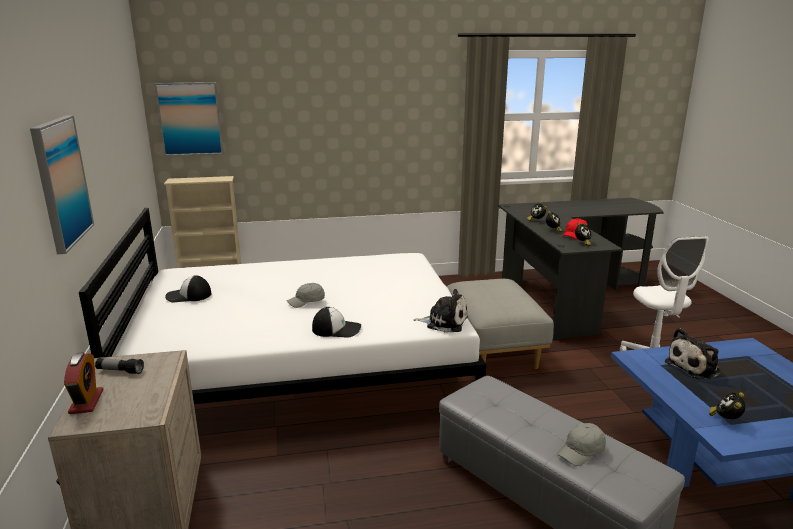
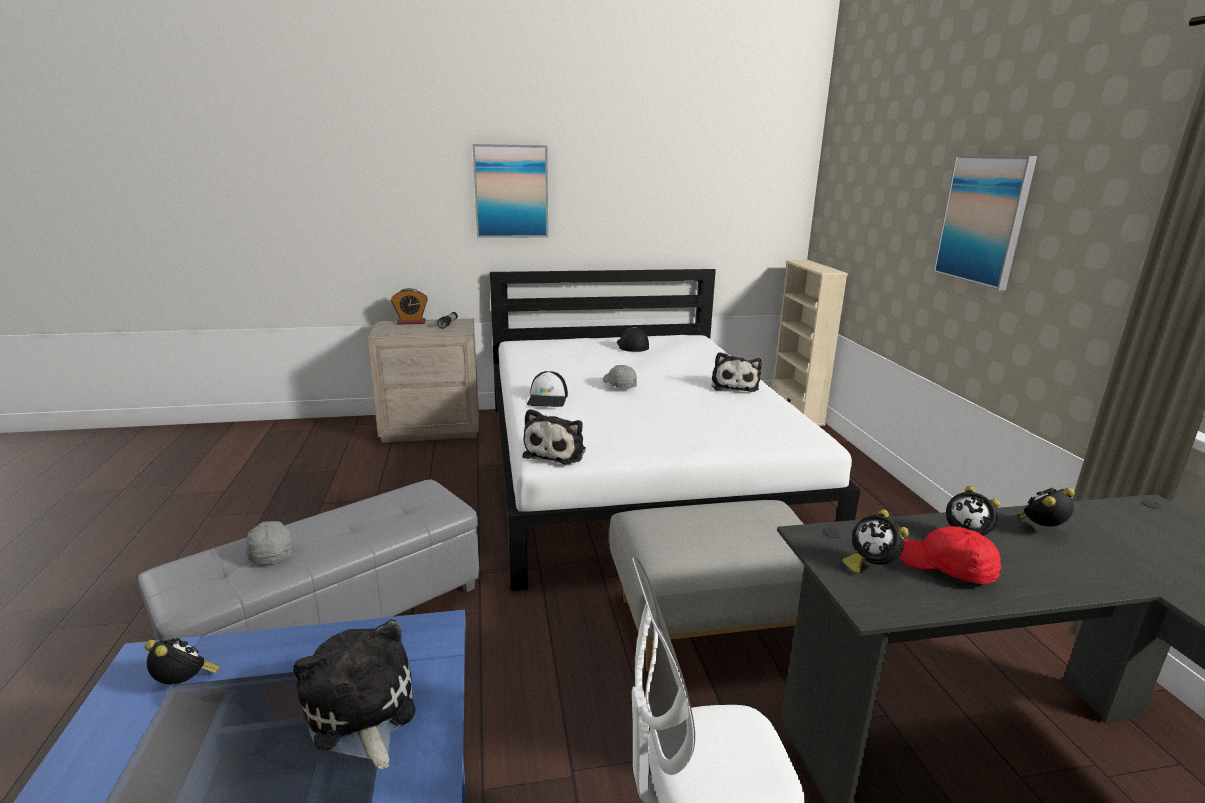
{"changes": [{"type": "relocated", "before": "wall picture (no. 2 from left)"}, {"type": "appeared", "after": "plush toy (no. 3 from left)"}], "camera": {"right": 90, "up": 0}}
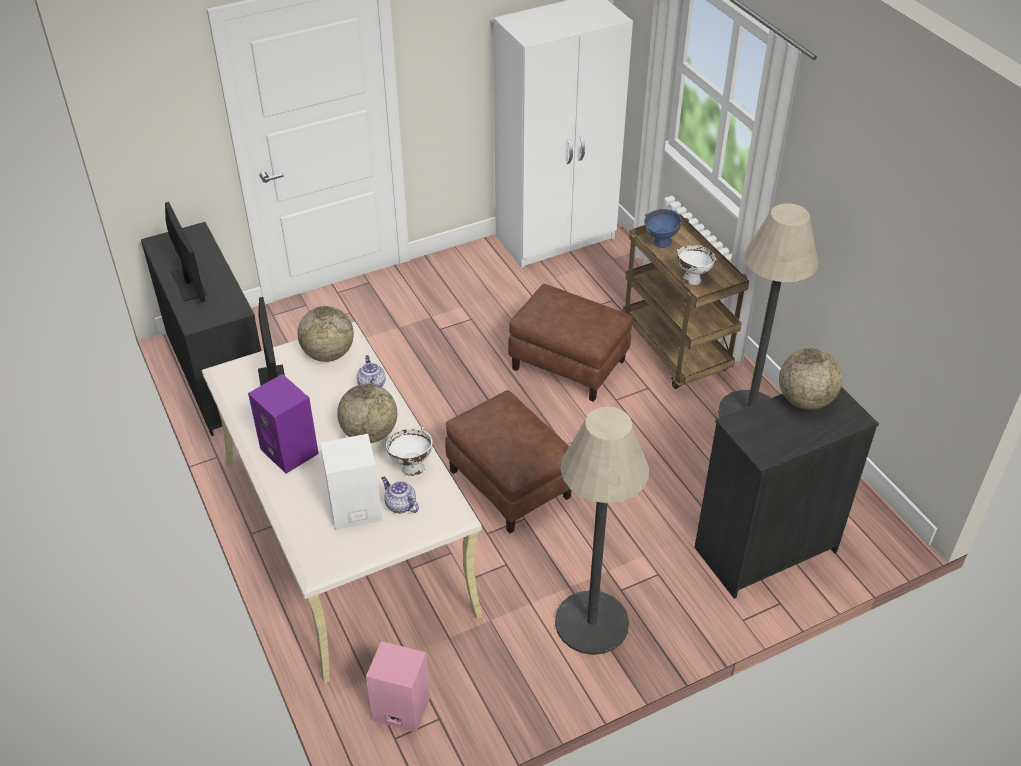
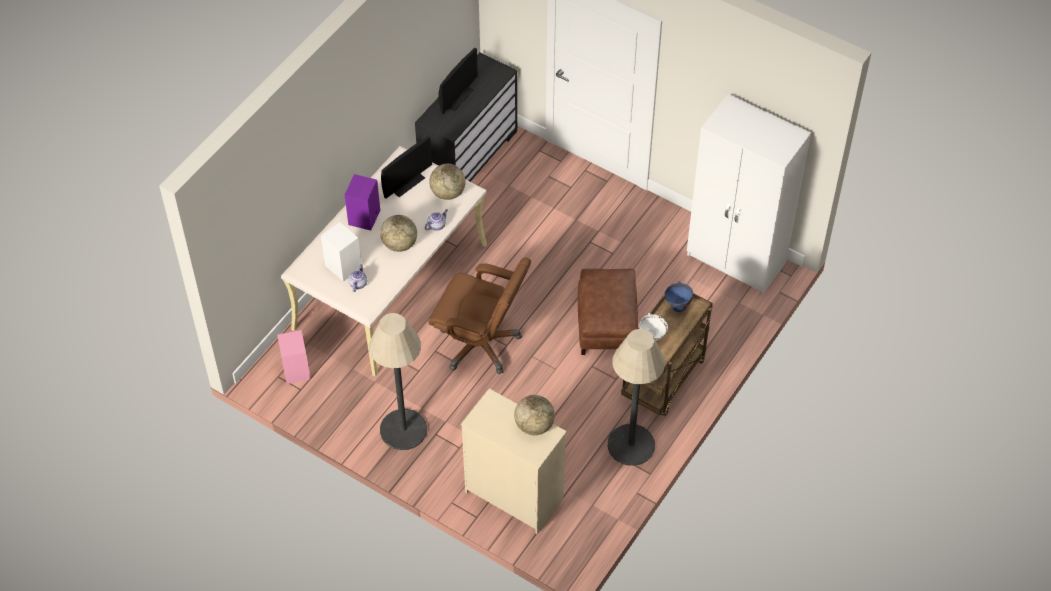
{"changes": [{"type": "missing", "before": "bowl in whitish (no. 1 from left)"}, {"type": "exchanged", "before": "pouffe in brown (no. 1 from left)", "after": "office chair in brown"}, {"type": "colour", "before": "dresser in blackish (no. 2 from left)", "after": "dresser in beige-coloured"}], "camera": {"right": 60, "up": 10}}
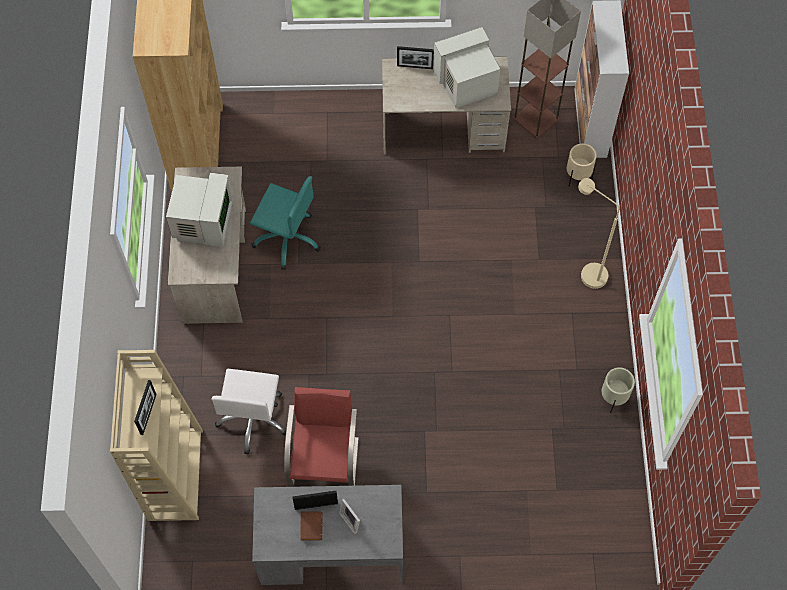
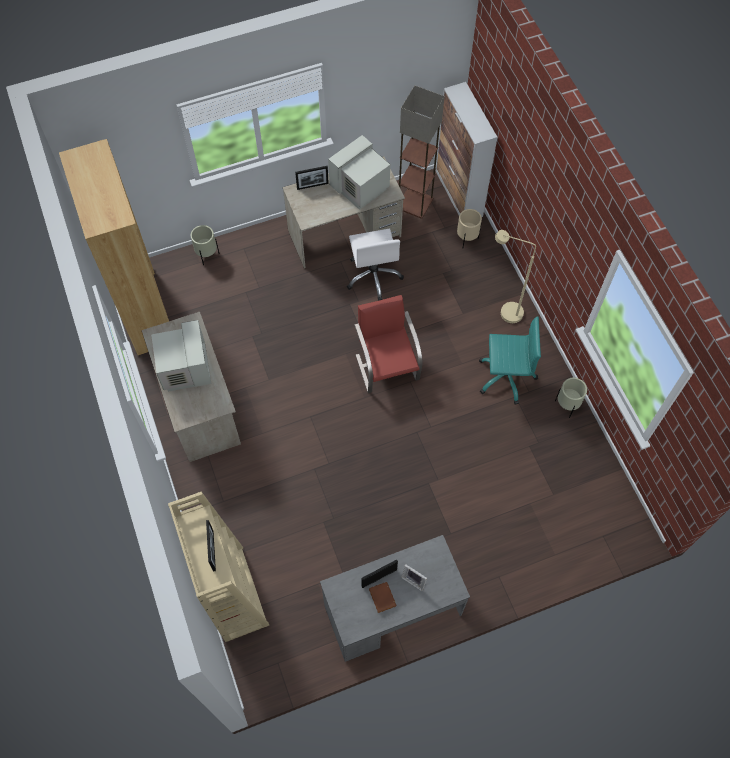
{"changes": [{"type": "relocated", "before": "office chair in whitish"}, {"type": "relocated", "before": "office chair in turquoise-coloured"}, {"type": "relocated", "before": "upright chair in red-coloured"}, {"type": "appeared", "after": "flower pot in beige-coloured (no. 1 from left)"}], "camera": {"right": -20, "up": 0}}
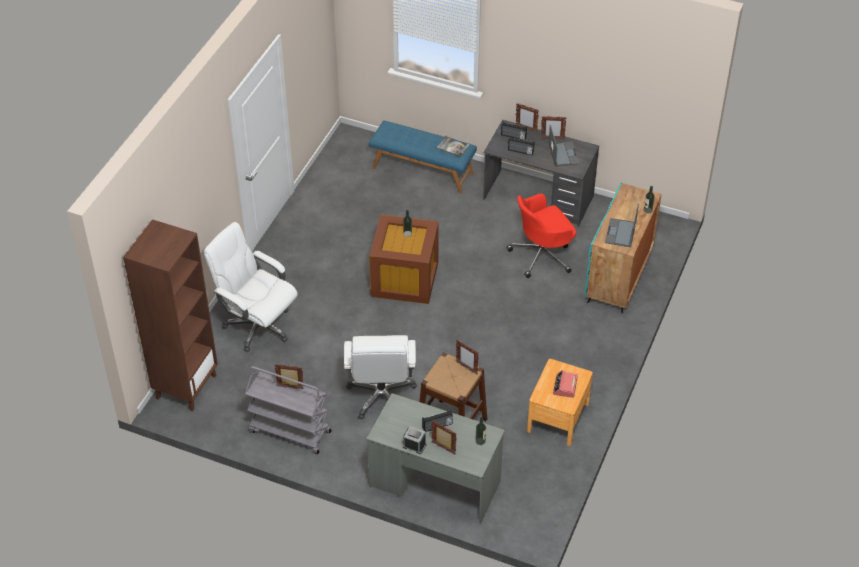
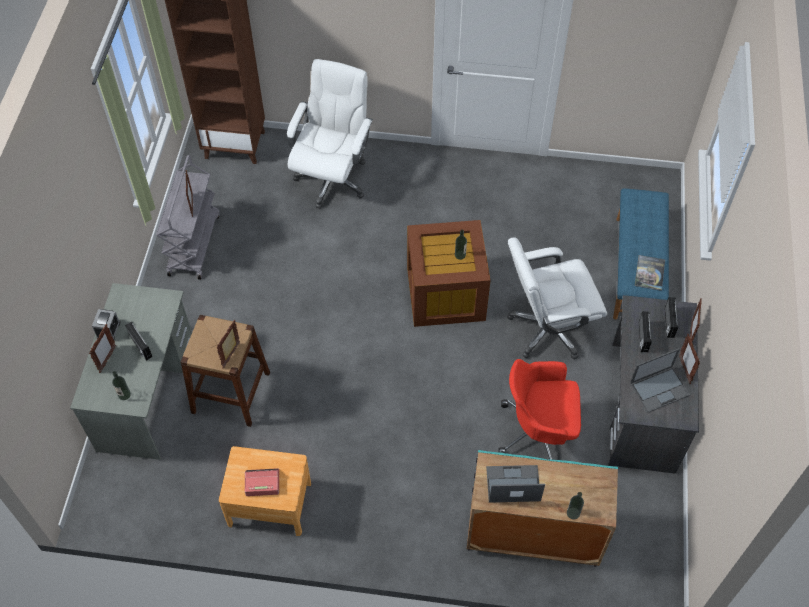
{"changes": [{"type": "relocated", "before": "office chair in whitish (no. 2 from left)"}, {"type": "spun", "before": "office chair in red-coloured", "turn": -45}], "camera": {"right": 75, "up": 10}}
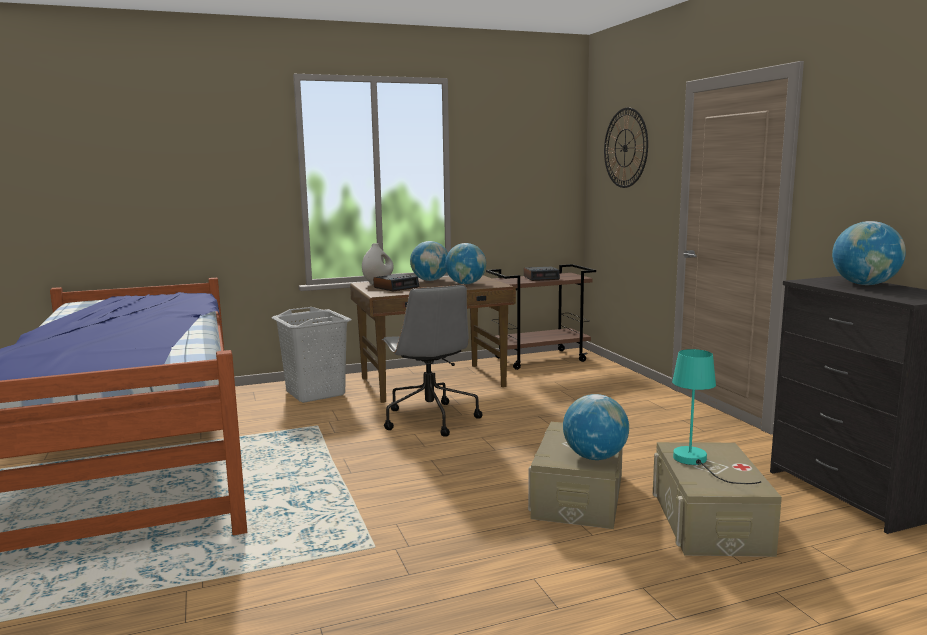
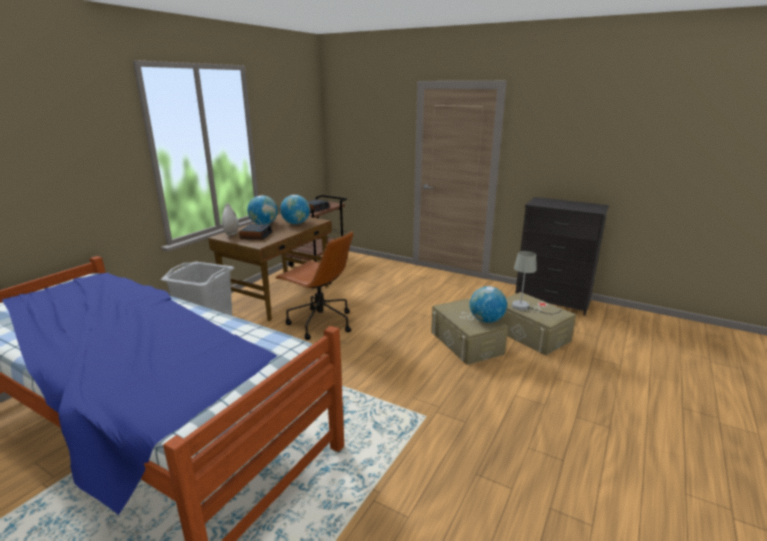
{"changes": [{"type": "colour", "before": "office chair in gray", "after": "office chair in brown"}, {"type": "missing", "before": "wall clock"}, {"type": "colour", "before": "tabletop lamp in turquoise-coloured", "after": "tabletop lamp in gray"}, {"type": "missing", "before": "globe (no. 4 from left)"}], "camera": {"right": -40, "up": 10}}
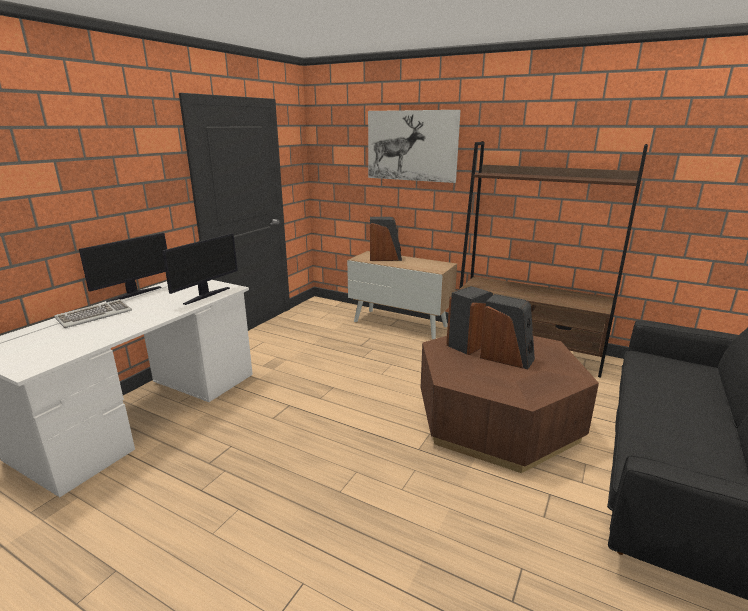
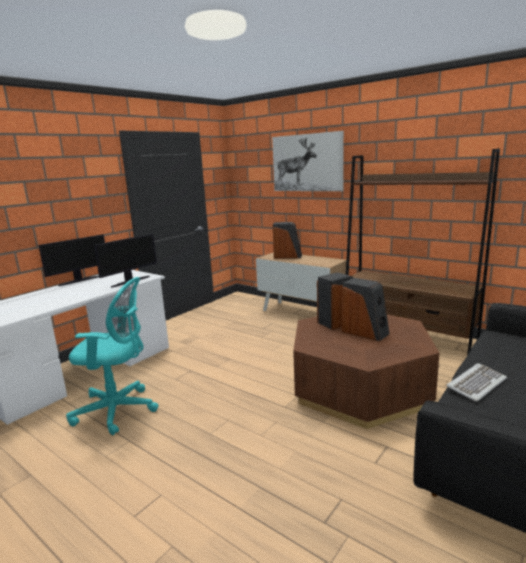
{"changes": [{"type": "relocated", "before": "computer keyboard"}, {"type": "appeared", "after": "office chair in turquoise-coloured"}], "camera": {"right": 10, "up": -5}}
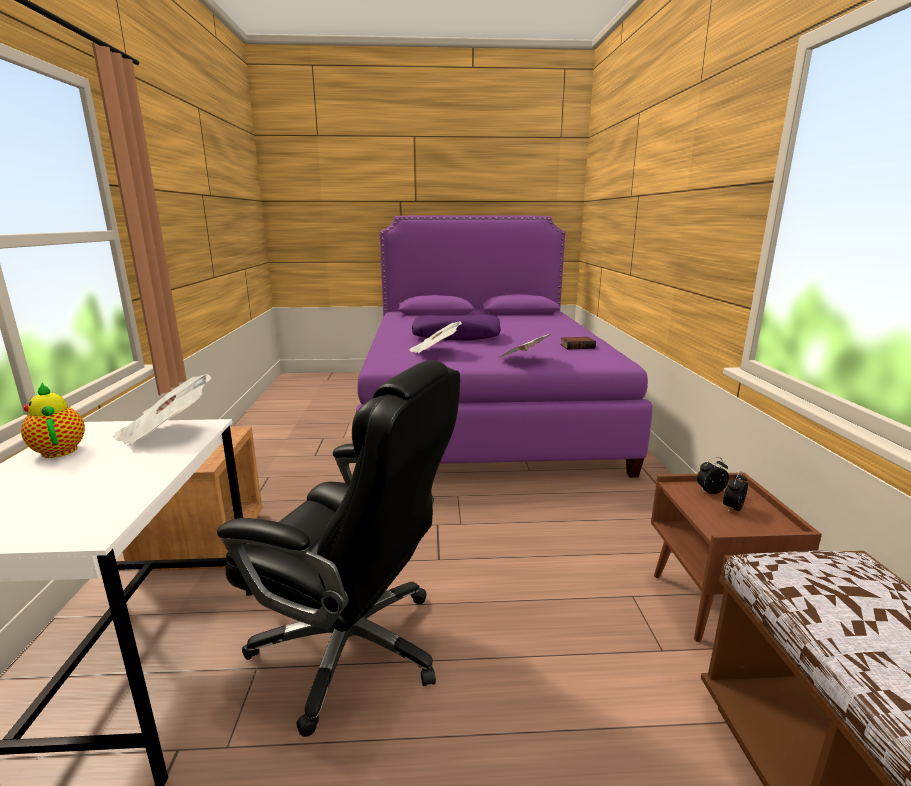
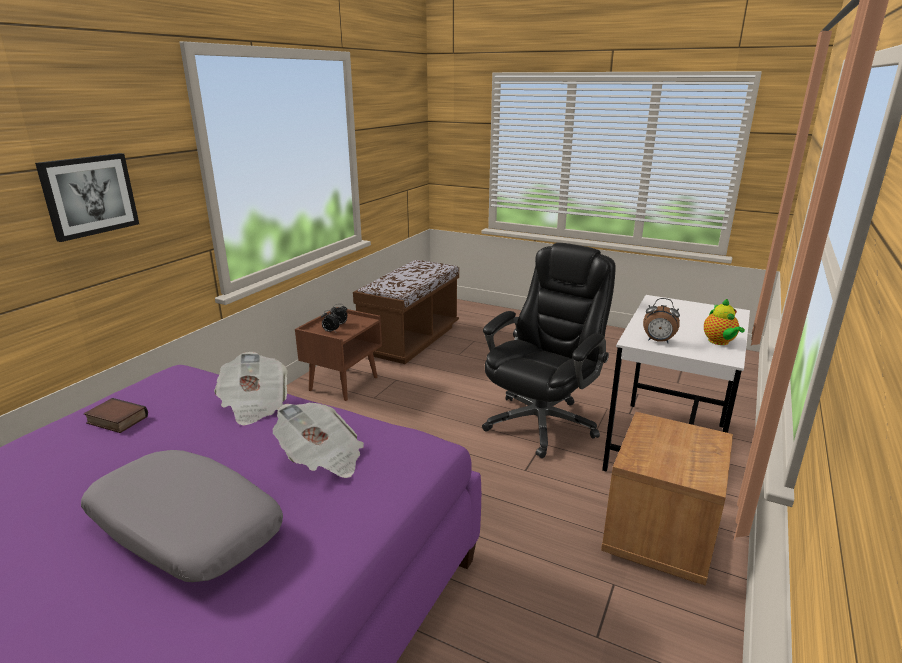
{"changes": [{"type": "exchanged", "before": "printed paper (no. 1 from left)", "after": "bedside clock (no. 3 from left)"}, {"type": "spun", "before": "office chair in blackish", "turn": 75}, {"type": "colour", "before": "pillow in purple-coloured", "after": "pillow in gray"}, {"type": "appeared", "after": "wall picture"}], "camera": {"right": -150, "up": 5}}
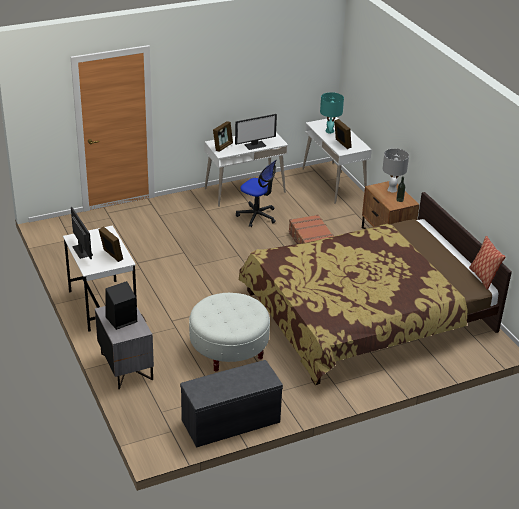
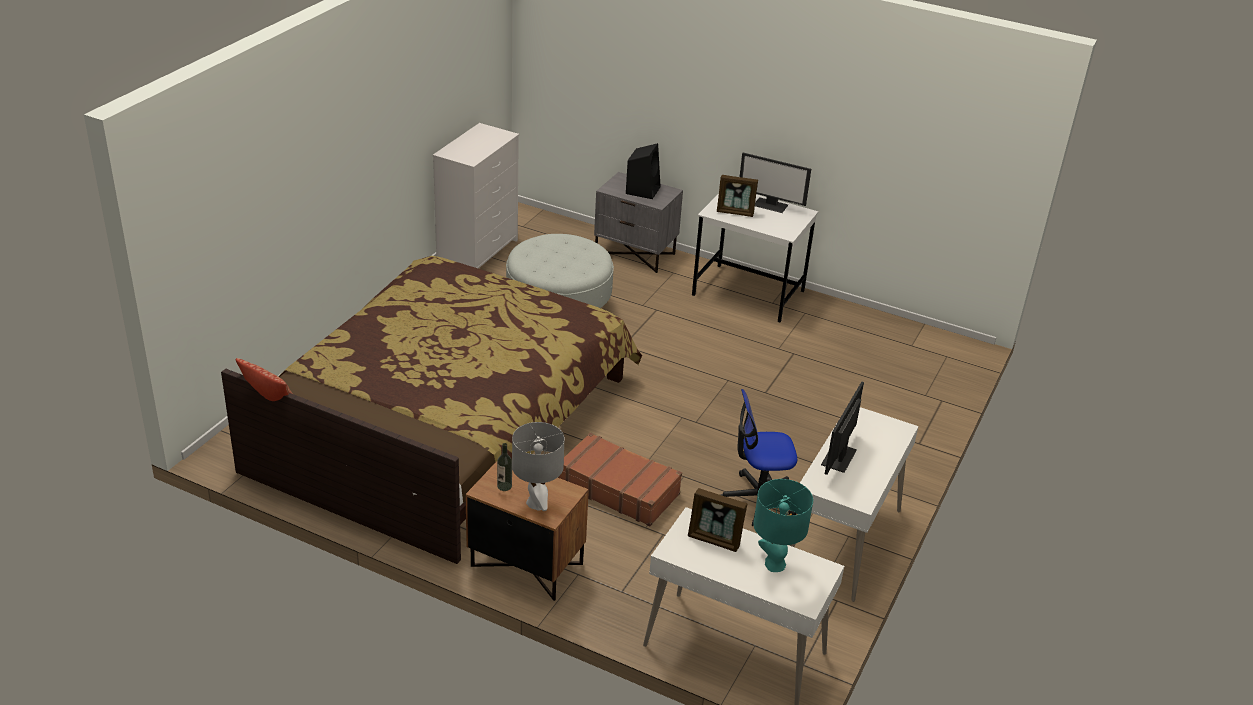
{"changes": [{"type": "exchanged", "before": "indoor bench in gray", "after": "dresser in whitish"}, {"type": "missing", "before": "standing frame (no. 2 from left)"}], "camera": {"right": 140, "up": 0}}
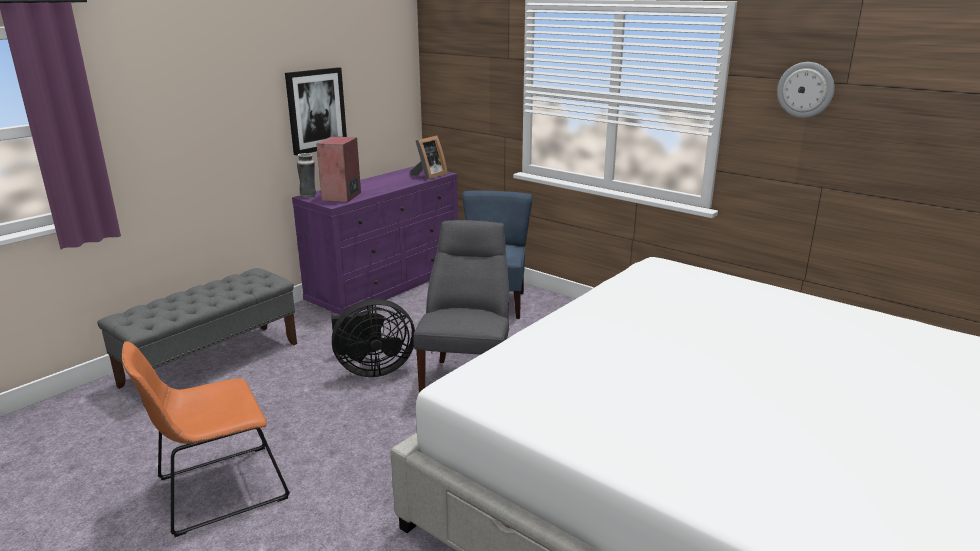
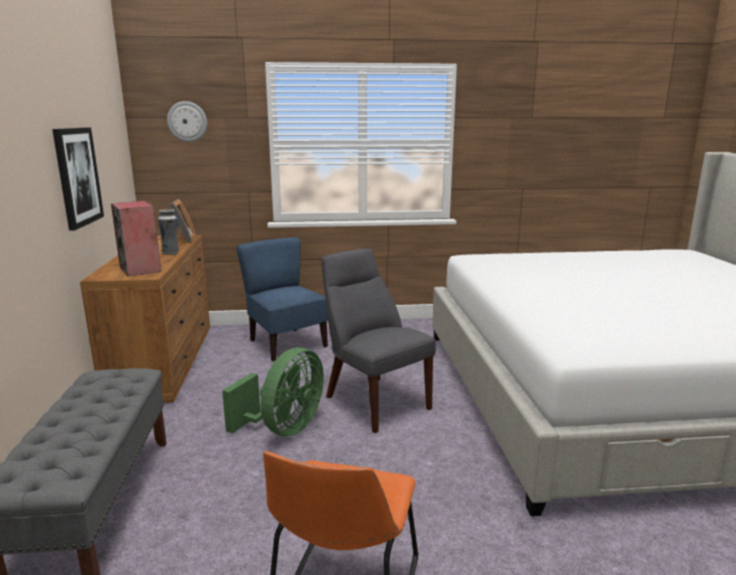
{"changes": [{"type": "colour", "before": "dresser in purple-coloured", "after": "dresser in brown"}, {"type": "relocated", "before": "vase"}, {"type": "colour", "before": "electric fan in blackish", "after": "electric fan in greenish"}, {"type": "relocated", "before": "wall clock"}], "camera": {"right": -45, "up": -5}}
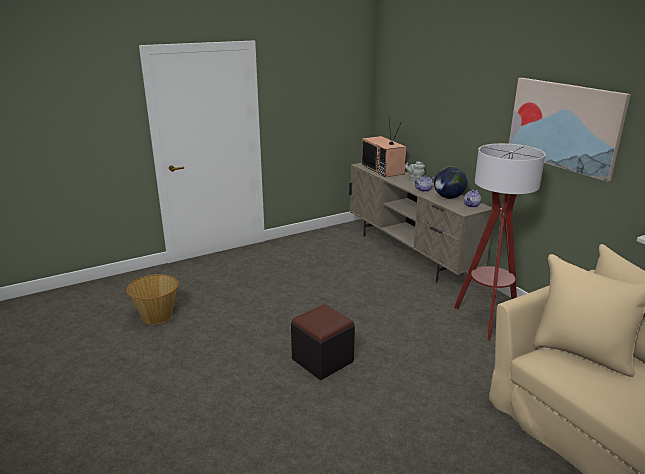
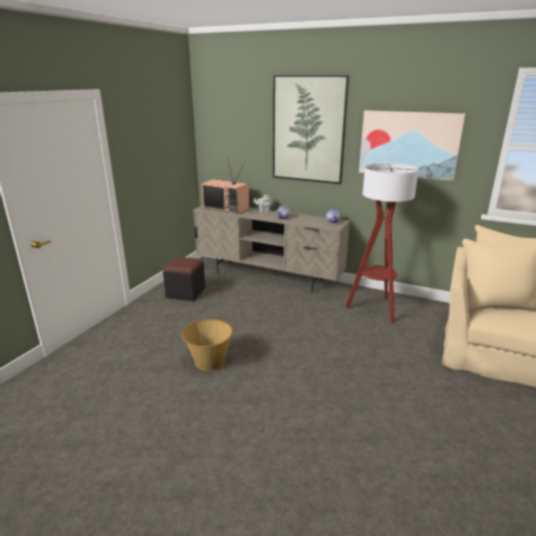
{"changes": [{"type": "relocated", "before": "basket"}, {"type": "relocated", "before": "pouffe in blackish"}, {"type": "missing", "before": "globe"}, {"type": "appeared", "after": "wall picture (no. 1 from left)"}], "camera": {"right": -35, "up": 0}}
